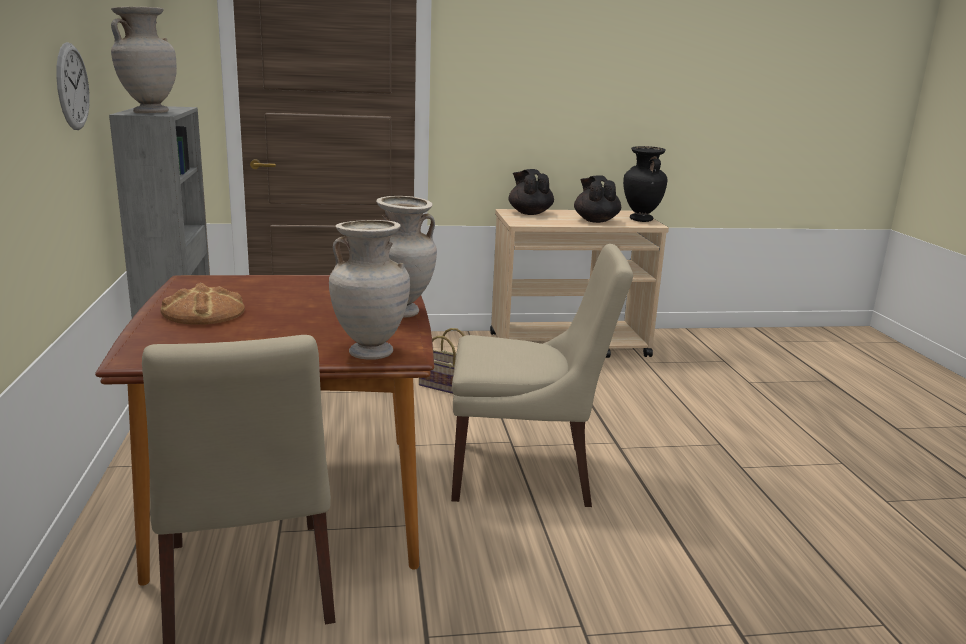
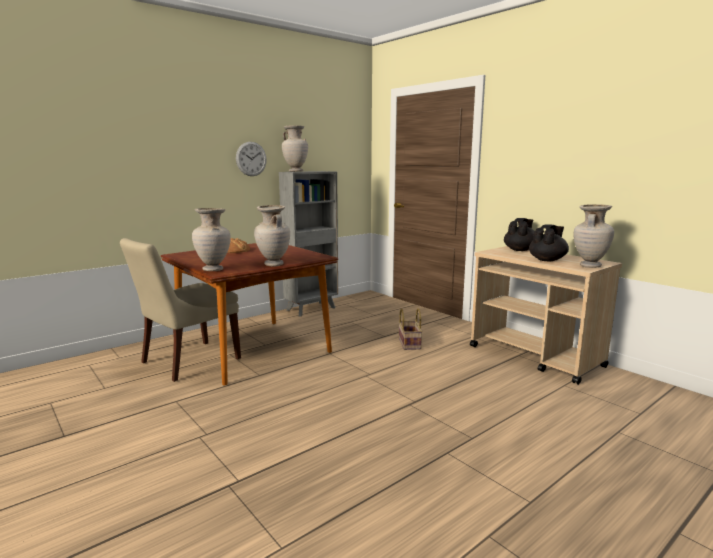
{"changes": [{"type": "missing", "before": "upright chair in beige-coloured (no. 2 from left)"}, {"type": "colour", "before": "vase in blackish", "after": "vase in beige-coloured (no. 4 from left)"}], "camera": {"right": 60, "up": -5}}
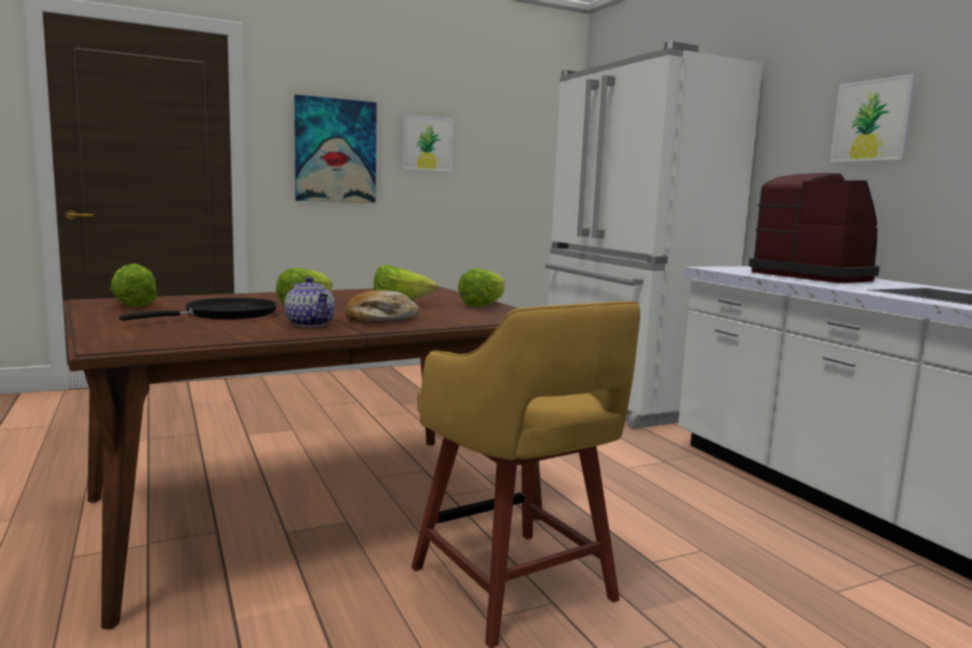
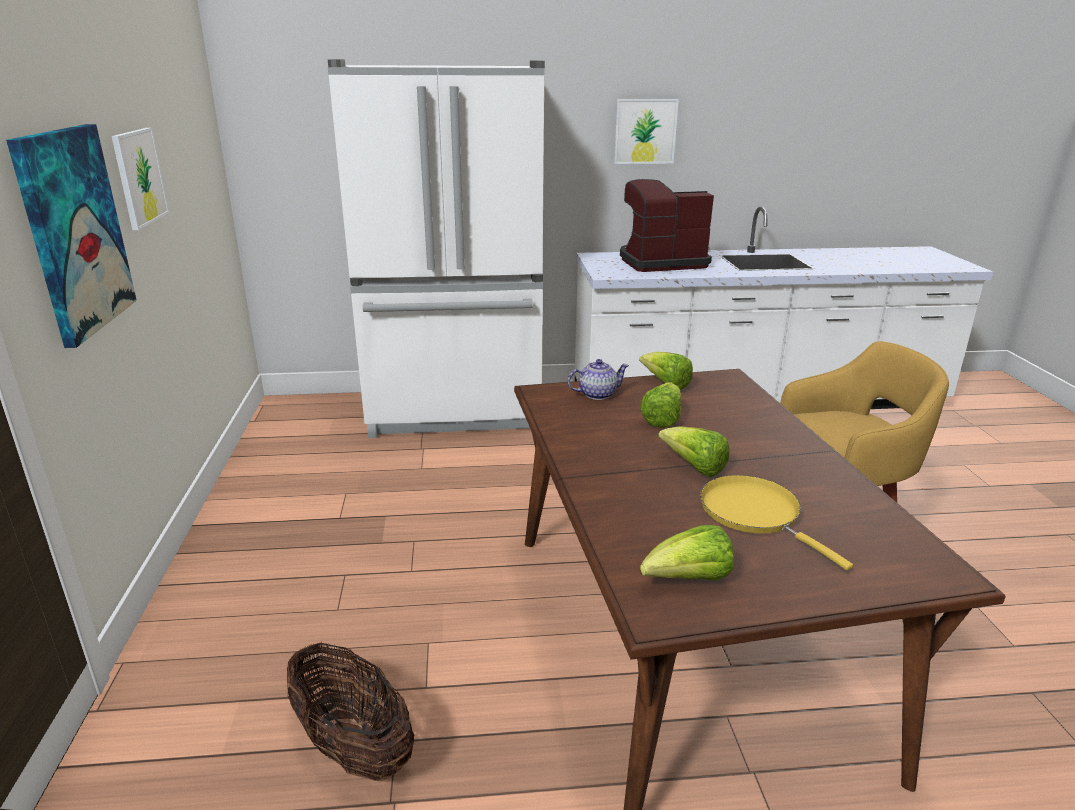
{"changes": [{"type": "colour", "before": "pan in blackish", "after": "pan in yellow"}, {"type": "relocated", "before": "teapot"}, {"type": "missing", "before": "bread"}, {"type": "appeared", "after": "basket"}], "camera": {"right": -70, "up": 15}}
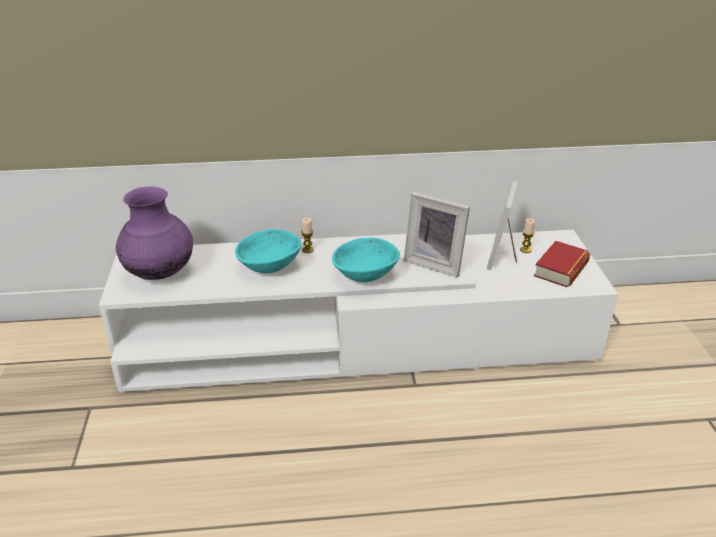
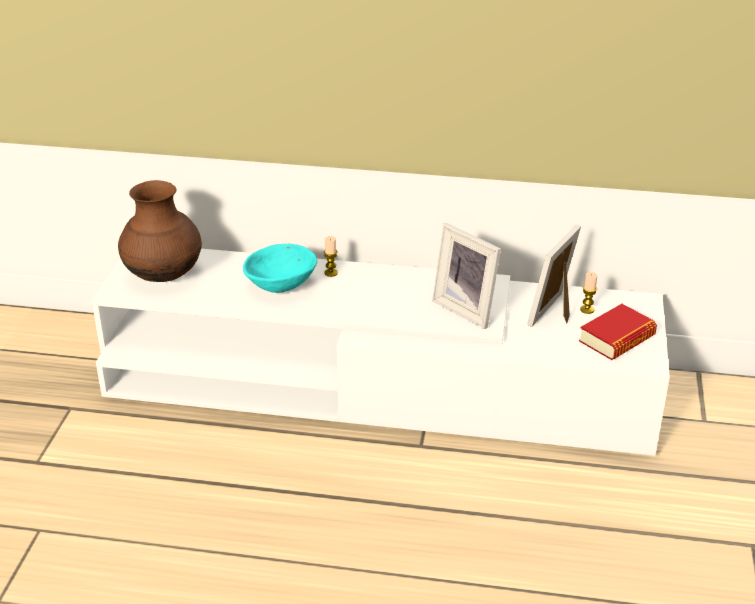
{"changes": [{"type": "colour", "before": "vase in purple-coloured", "after": "vase in brown"}, {"type": "missing", "before": "bowl in turquoise-coloured (no. 2 from left)"}], "camera": {"right": 15, "up": 0}}
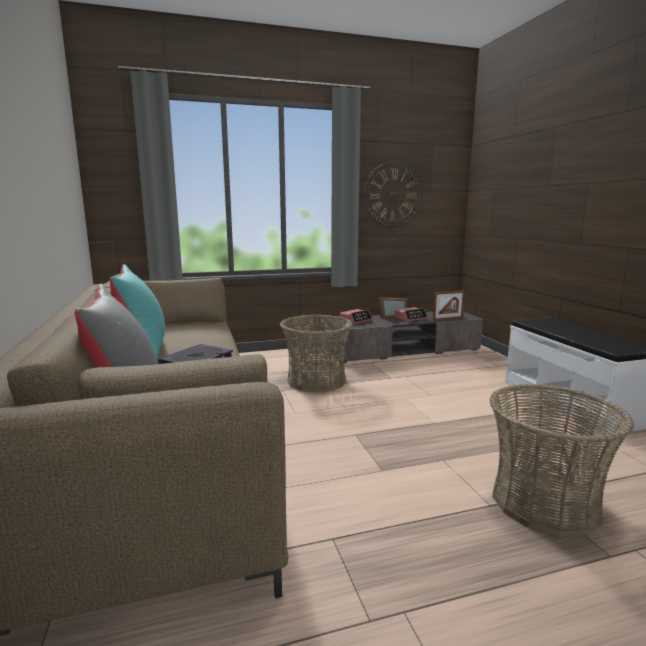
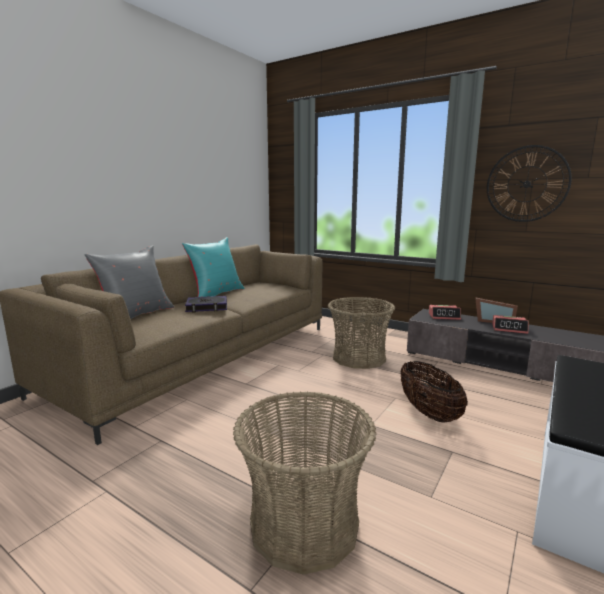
{"changes": [{"type": "missing", "before": "standing frame (no. 2 from left)"}, {"type": "appeared", "after": "basket (no. 3 from left)"}], "camera": {"right": 50, "up": 0}}
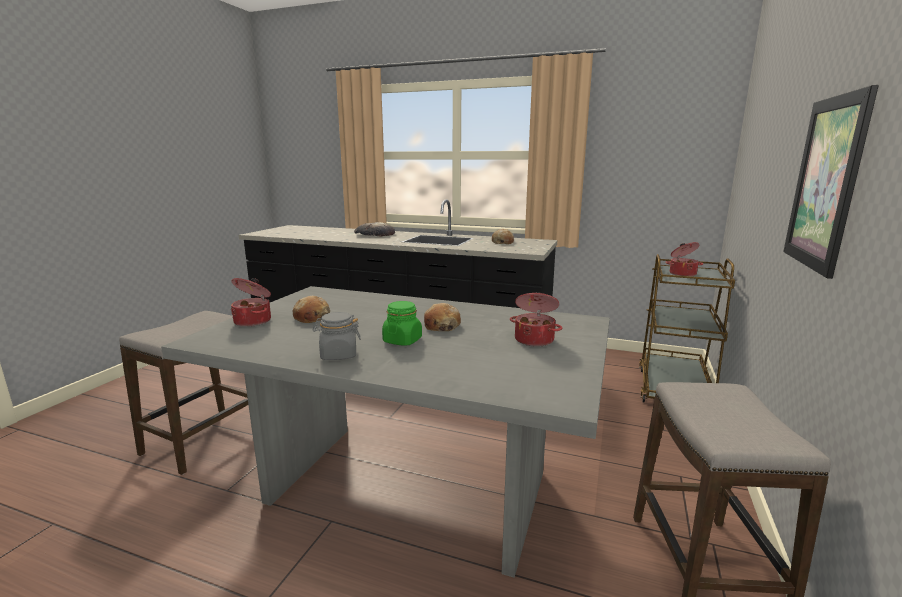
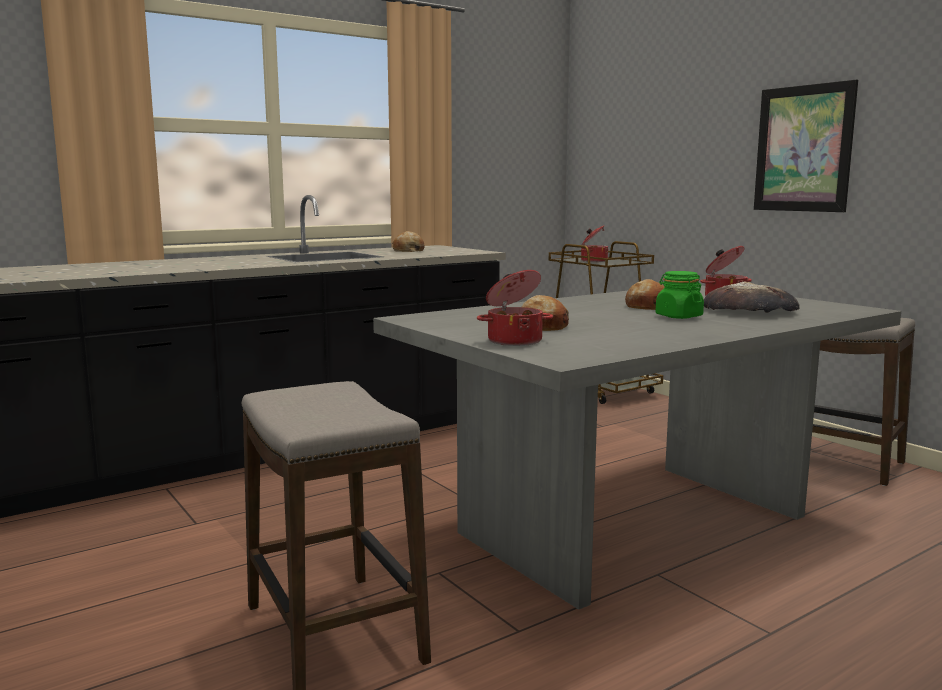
{"changes": [{"type": "missing", "before": "jar in gray"}, {"type": "relocated", "before": "bread (no. 2 from left in the first image)", "after": "bread (no. 4 from left)"}], "camera": {"right": -55, "up": -5}}
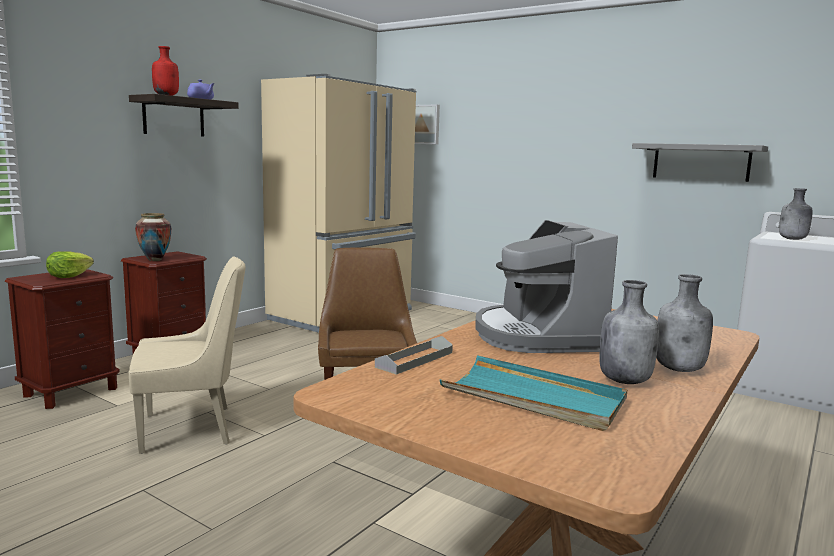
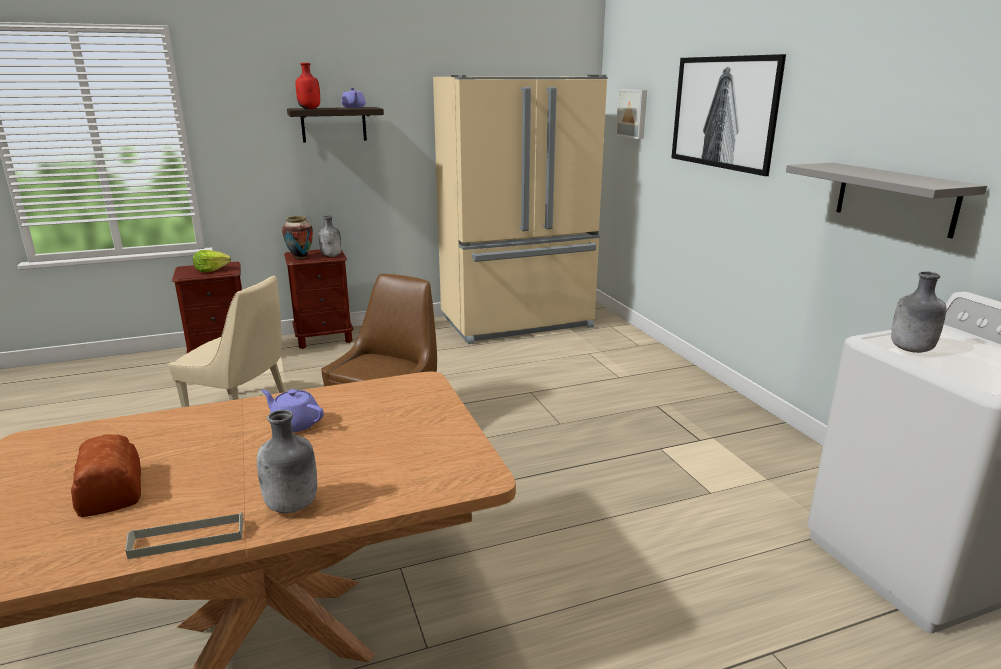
{"changes": [{"type": "relocated", "before": "tray in gray"}, {"type": "exchanged", "before": "tray in turquoise-coloured", "after": "bread"}, {"type": "exchanged", "before": "coffee machine", "after": "teapot in purple-coloured (no. 1 from left)"}, {"type": "relocated", "before": "drink bottle in gray (no. 1 from left in the first image)", "after": "drink bottle in gray (no. 2 from left)"}, {"type": "appeared", "after": "wall picture (no. 2 from left)"}], "camera": {"right": 35, "up": 10}}
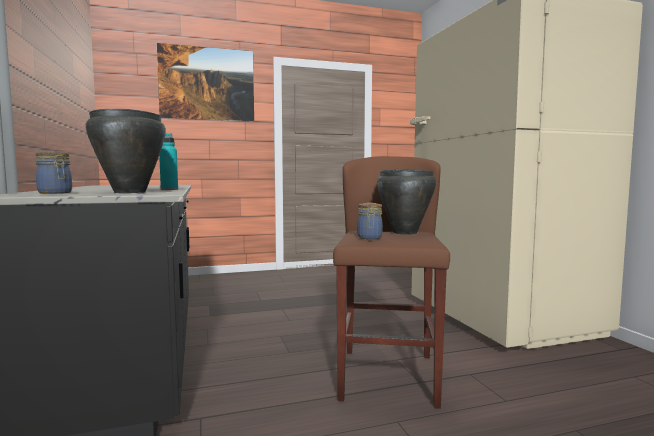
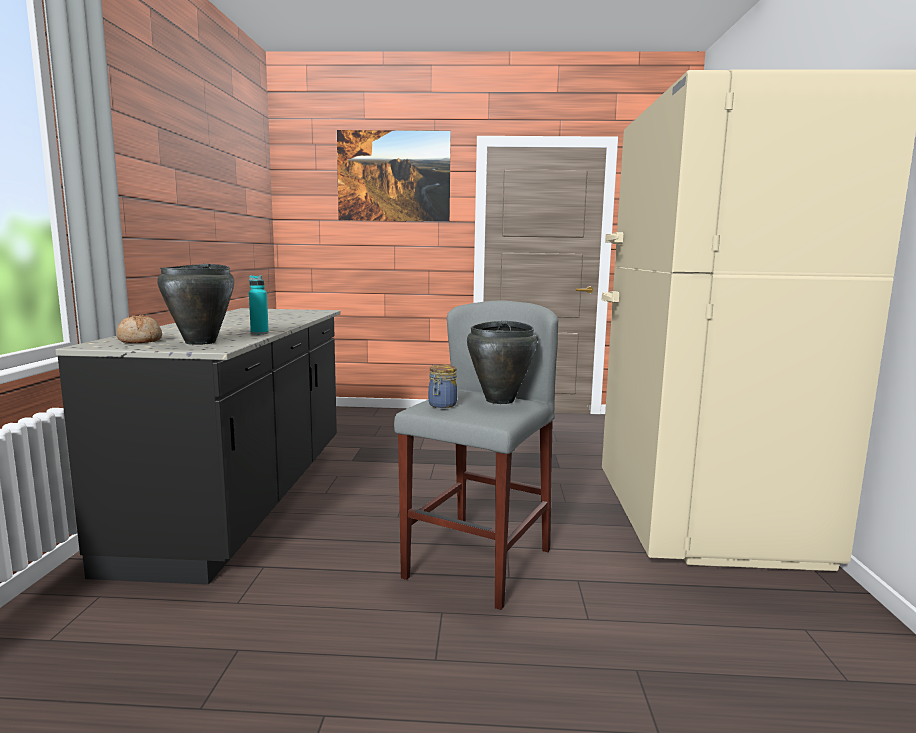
{"changes": [{"type": "exchanged", "before": "jar (no. 1 from left)", "after": "bread"}, {"type": "colour", "before": "stool seat in brown", "after": "stool seat in gray"}], "camera": {"right": 20, "up": 5}}
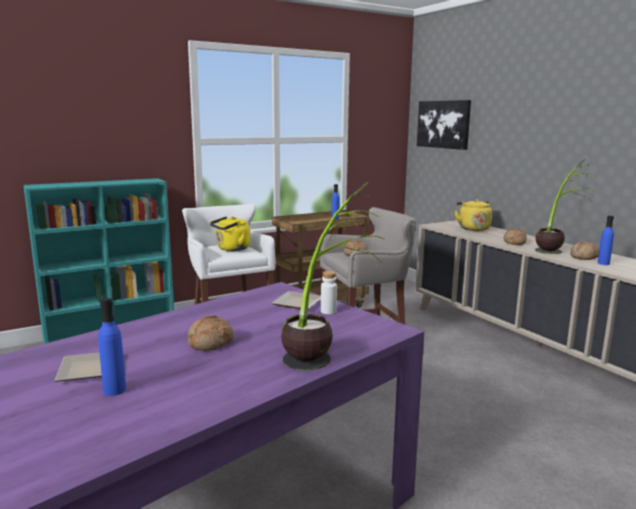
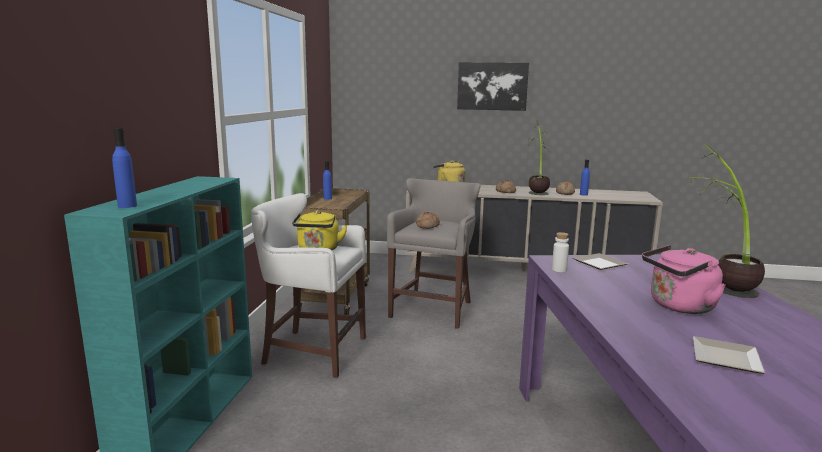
{"changes": [{"type": "relocated", "before": "drink bottle in bluish (no. 1 from left)"}, {"type": "exchanged", "before": "bread (no. 1 from left)", "after": "water kettle in pink-coloured"}, {"type": "relocated", "before": "drink bottle in whitish"}, {"type": "relocated", "before": "wall picture"}], "camera": {"right": -50, "up": 0}}
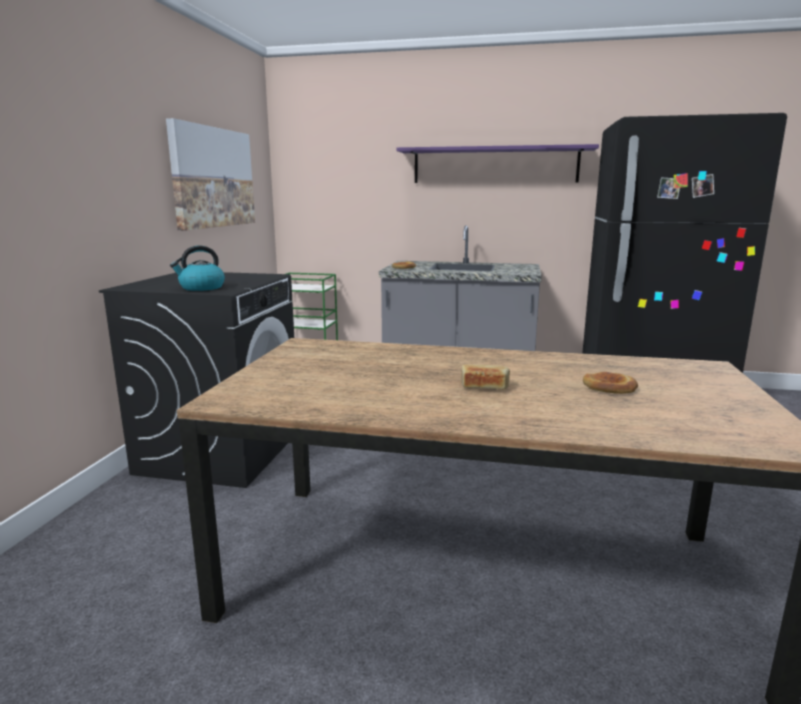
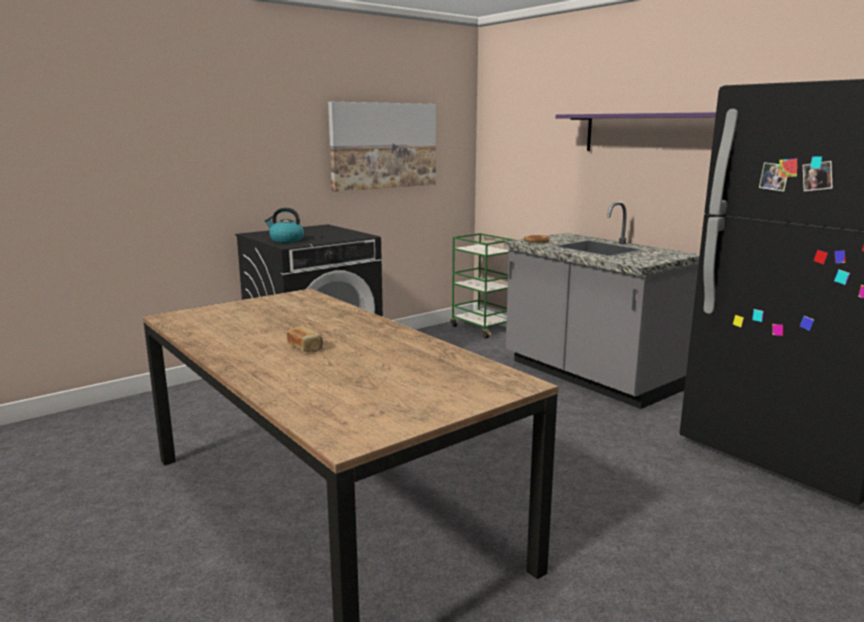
{"changes": [{"type": "missing", "before": "bread (no. 3 from left)"}], "camera": {"right": 40, "up": 0}}
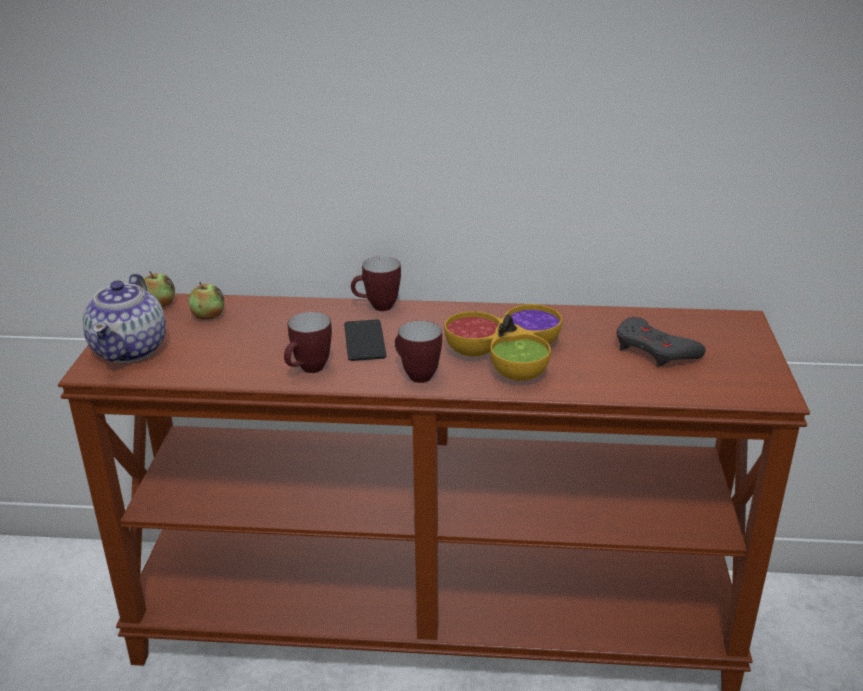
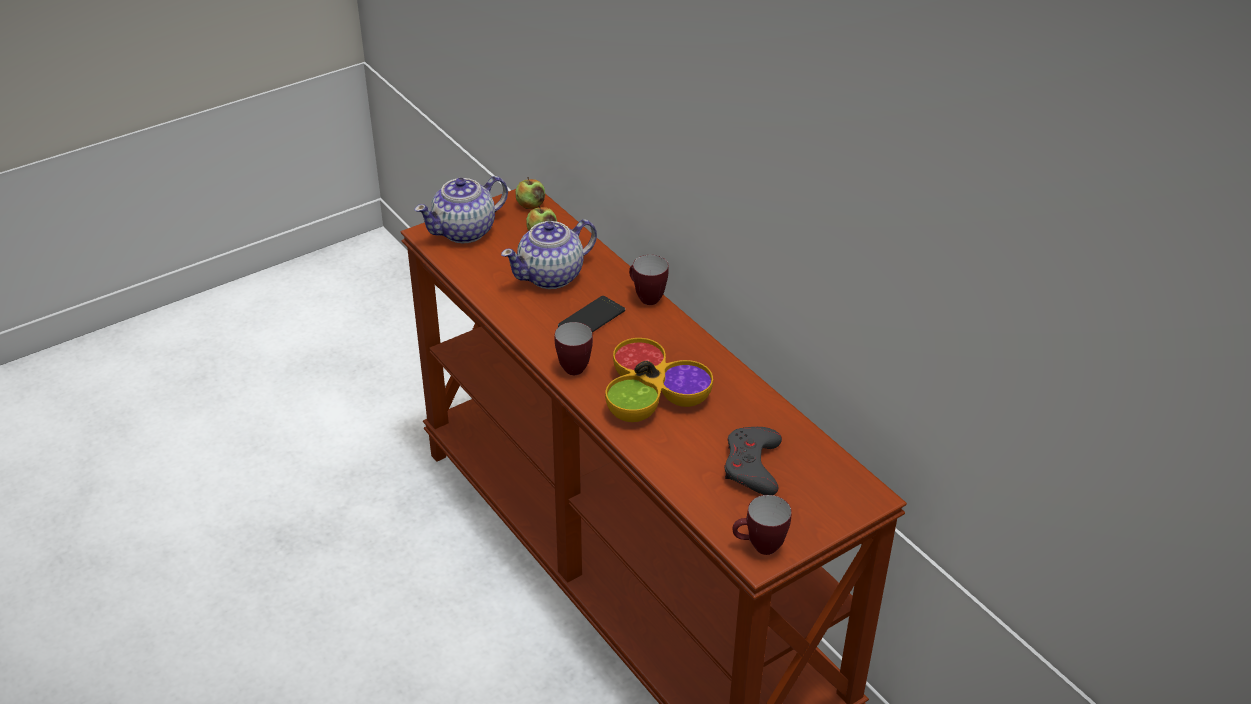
{"changes": [{"type": "relocated", "before": "tea mug (no. 1 from left in the first image)", "after": "tea mug (no. 3 from left)"}, {"type": "appeared", "after": "teapot (no. 2 from left)"}], "camera": {"right": 50, "up": 10}}
